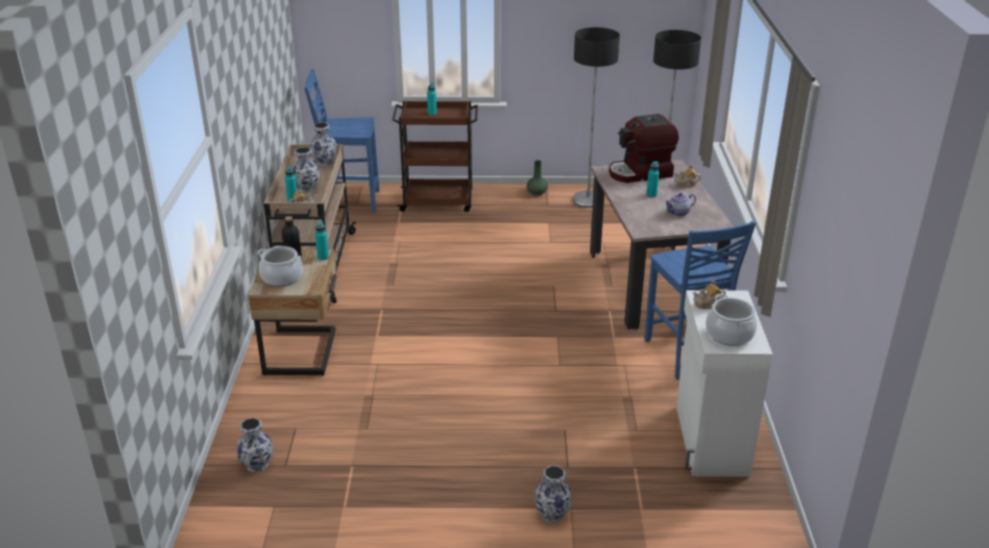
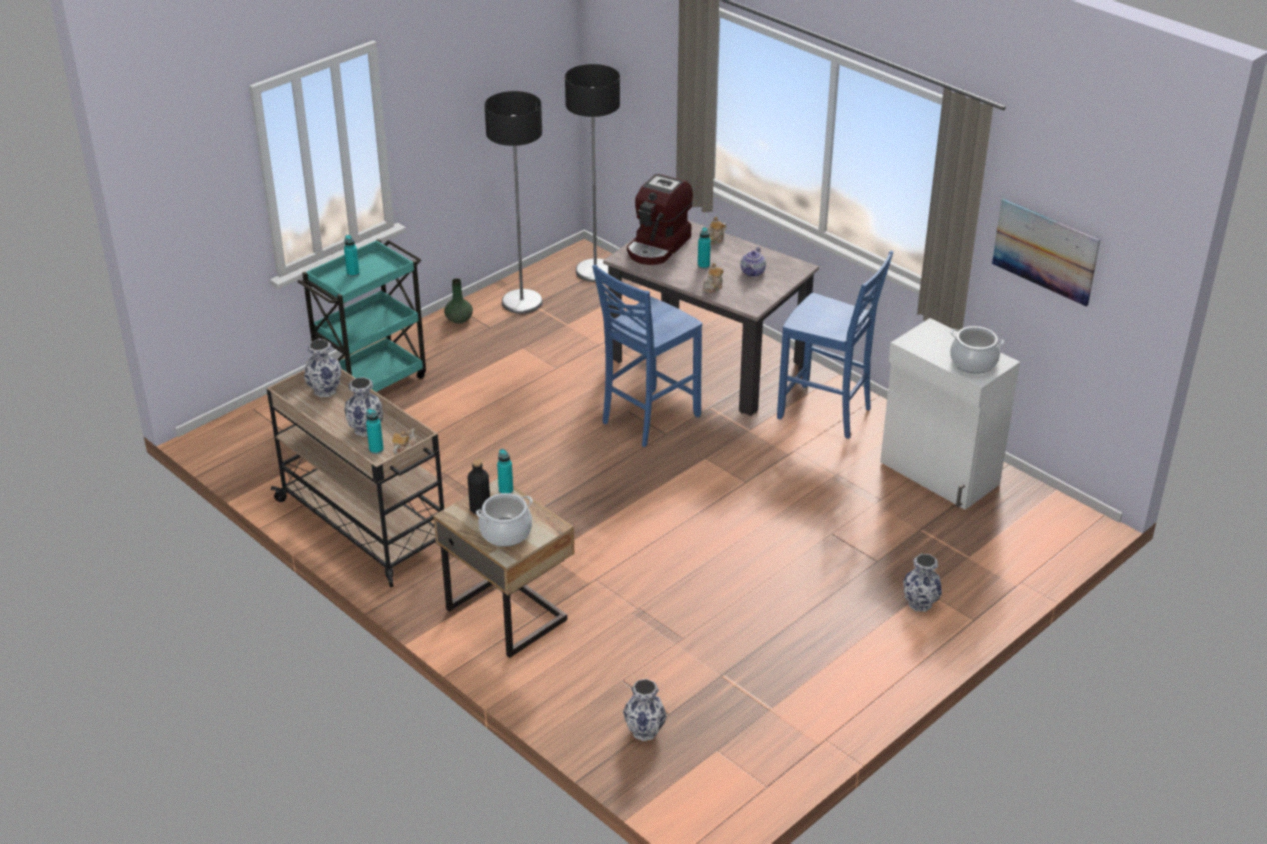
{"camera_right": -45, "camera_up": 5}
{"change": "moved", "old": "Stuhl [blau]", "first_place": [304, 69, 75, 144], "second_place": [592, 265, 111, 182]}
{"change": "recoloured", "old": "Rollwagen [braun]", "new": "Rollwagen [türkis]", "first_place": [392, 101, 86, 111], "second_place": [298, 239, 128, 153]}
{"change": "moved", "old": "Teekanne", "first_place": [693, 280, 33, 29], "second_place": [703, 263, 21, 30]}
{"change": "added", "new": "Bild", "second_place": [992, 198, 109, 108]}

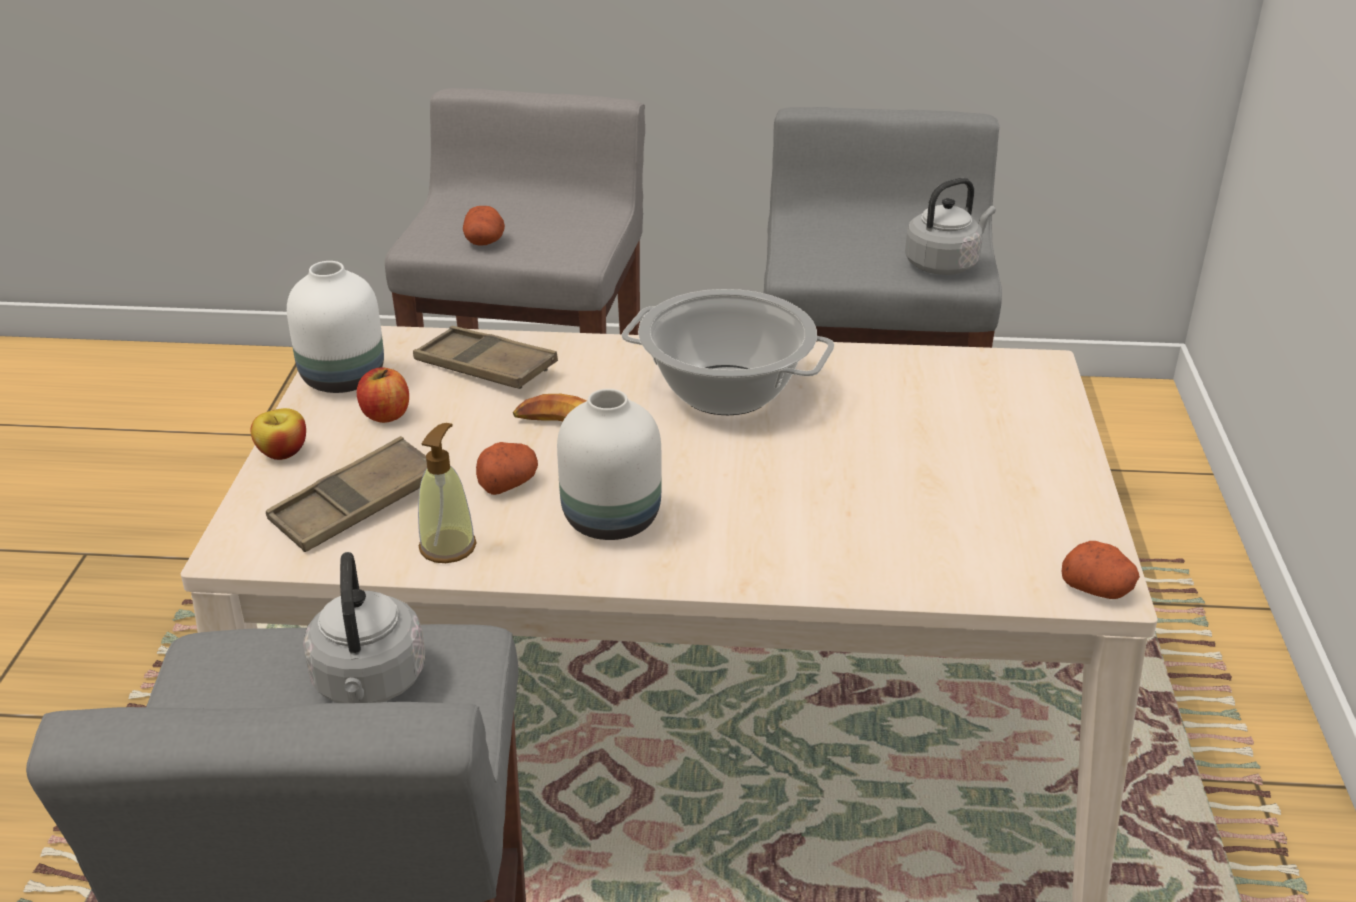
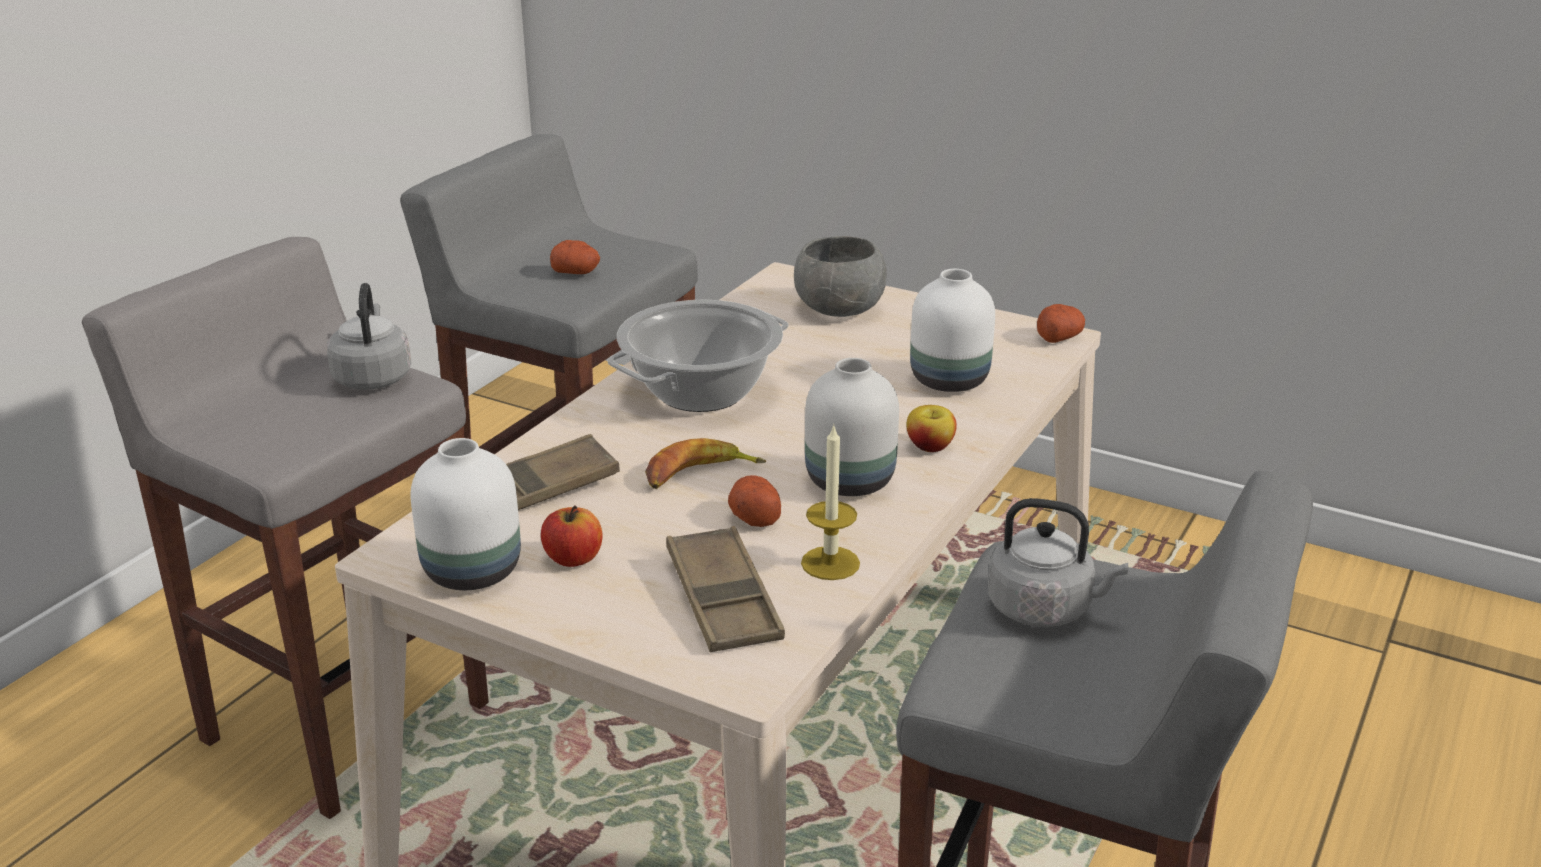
{"camera_right": -65, "camera_up": -5}
{"change": "moved", "old": "Wasserkessel [grau]", "first_place": [905, 178, 91, 97], "second_place": [326, 283, 86, 107]}
{"change": "moved", "old": "Kartoffel", "first_place": [463, 206, 42, 40], "second_place": [550, 240, 50, 34]}
{"change": "moved", "old": "Apfel", "first_place": [251, 408, 55, 52], "second_place": [906, 405, 51, 47]}
{"change": "replaced", "old": "Seifenspender", "new": "Kerze", "first_place": [418, 423, 59, 140], "second_place": [801, 424, 59, 156]}
{"change": "added", "new": "Schüssel [grau]", "second_place": [794, 236, 93, 81]}
{"change": "added", "new": "Vase [weiß]", "second_place": [910, 269, 85, 123]}

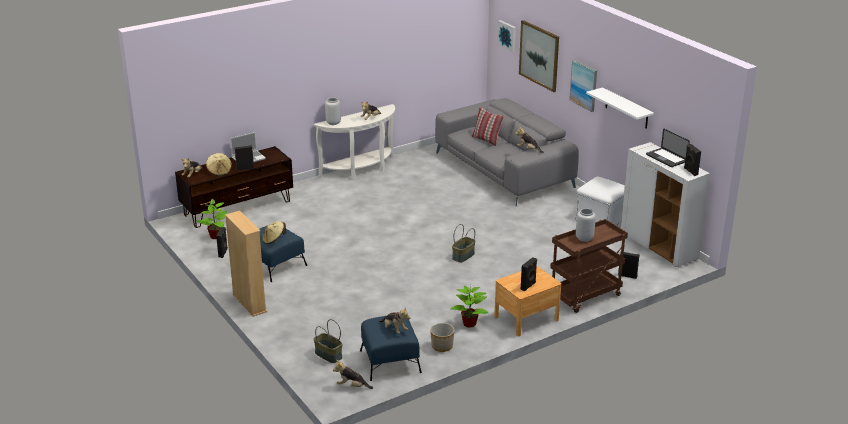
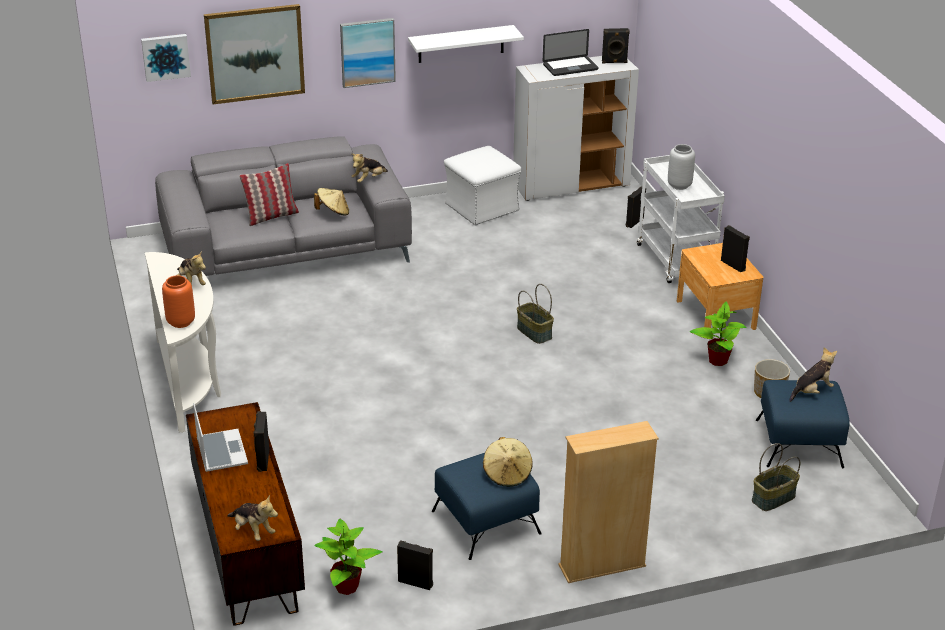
{"camera_right": -75, "camera_up": 5}
{"change": "recoloured", "old": "Vase [grau]", "new": "Vase [orange]", "first_place": [325, 97, 16, 28], "second_place": [162, 275, 33, 53]}
{"change": "moved", "old": "Hut [beige]", "first_place": [206, 153, 26, 23], "second_place": [314, 188, 35, 28]}
{"change": "recoloured", "old": "Rollwagen [braun]", "new": "Rollwagen [weiß]", "first_place": [550, 219, 78, 94], "second_place": [637, 155, 88, 128]}
{"change": "removed", "old": "Plüschtier", "first_place": [333, 360, 40, 29]}

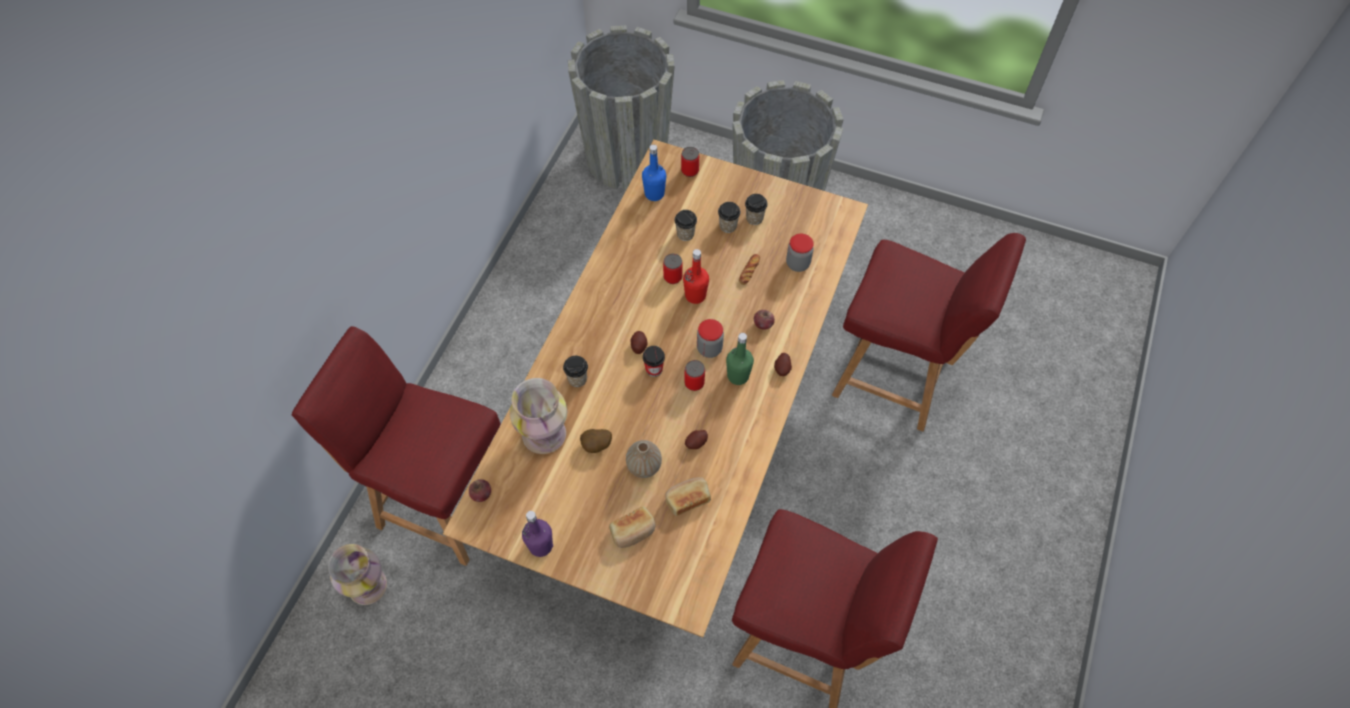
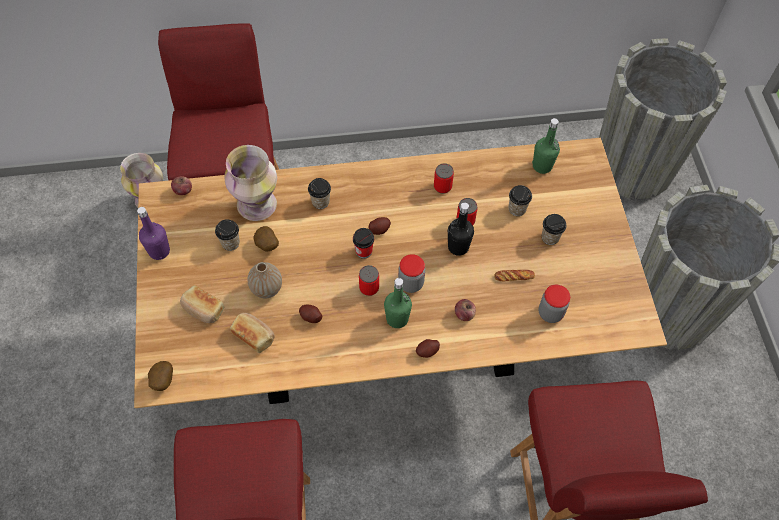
{"camera_right": 60, "camera_up": 0}
{"change": "recoloured", "old": "Flasche [blau]", "new": "Flasche [grün]", "first_place": [642, 144, 24, 57], "second_place": [532, 118, 28, 56]}
{"change": "moved", "old": "Dose", "first_place": [681, 147, 18, 30], "second_place": [434, 163, 20, 31]}
{"change": "moved", "old": "Tasse", "first_place": [745, 194, 23, 31], "second_place": [215, 219, 25, 32]}
{"change": "recoloured", "old": "Flasche [rot]", "new": "Flasche [schwarz]", "first_place": [683, 249, 26, 55], "second_place": [448, 202, 26, 54]}
{"change": "added", "new": "Kartoffel", "second_place": [148, 361, 25, 30]}

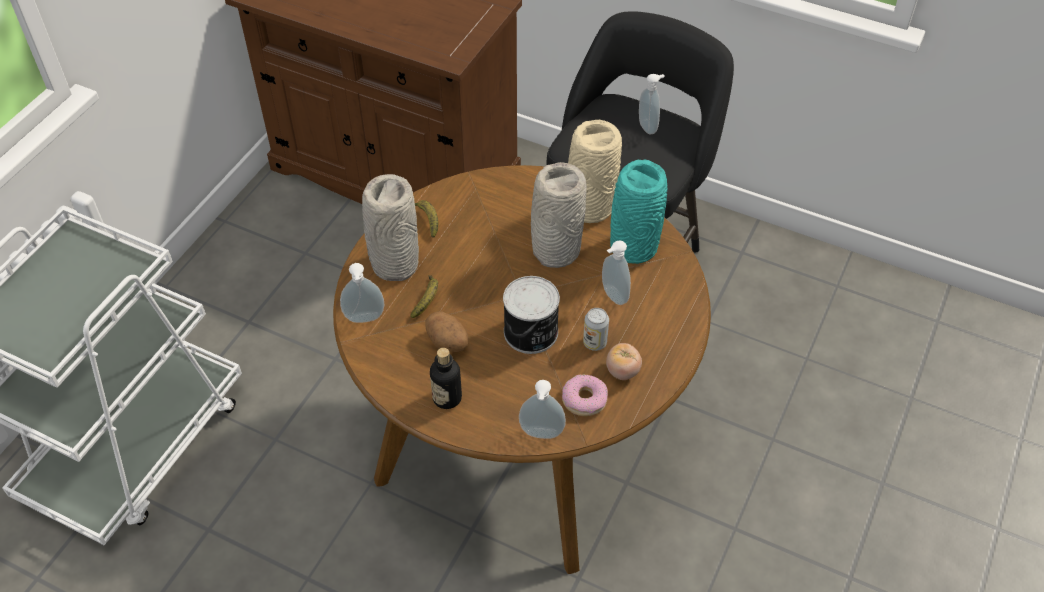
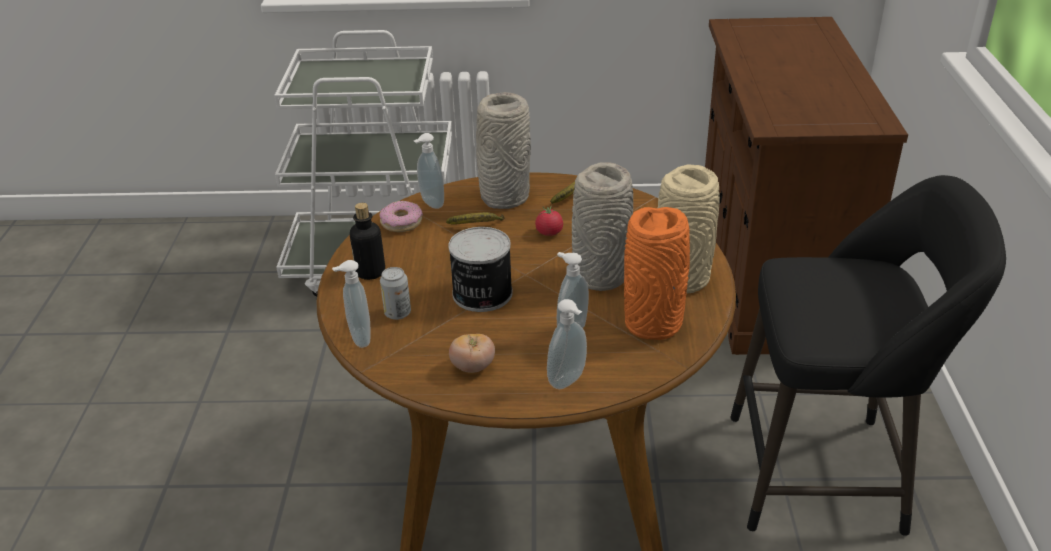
{"camera_right": 65, "camera_up": -15}
{"change": "moved", "old": "Seifenspender", "first_place": [639, 74, 26, 61], "second_place": [547, 299, 40, 90]}
{"change": "recoloured", "old": "Vase [türkis]", "new": "Vase [orange]", "first_place": [610, 159, 58, 105], "second_place": [624, 207, 66, 133]}
{"change": "moved", "old": "Dose", "first_place": [583, 308, 26, 43], "second_place": [380, 267, 31, 53]}
{"change": "removed", "old": "Kartoffel", "first_place": [426, 312, 42, 40]}
{"change": "moved", "old": "Donut", "first_place": [562, 374, 46, 42], "second_place": [380, 201, 43, 31]}
{"change": "added", "new": "Tomate", "second_place": [535, 205, 28, 31]}

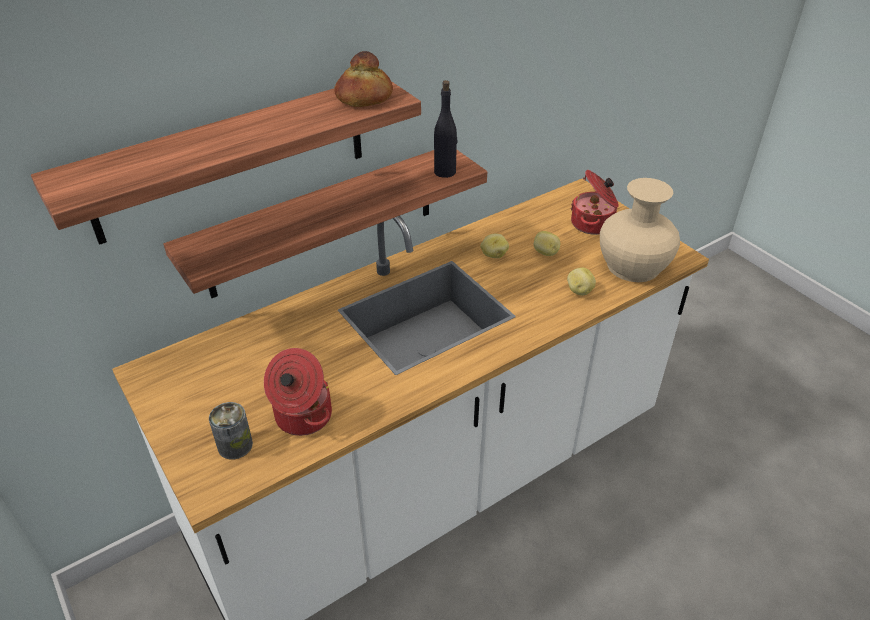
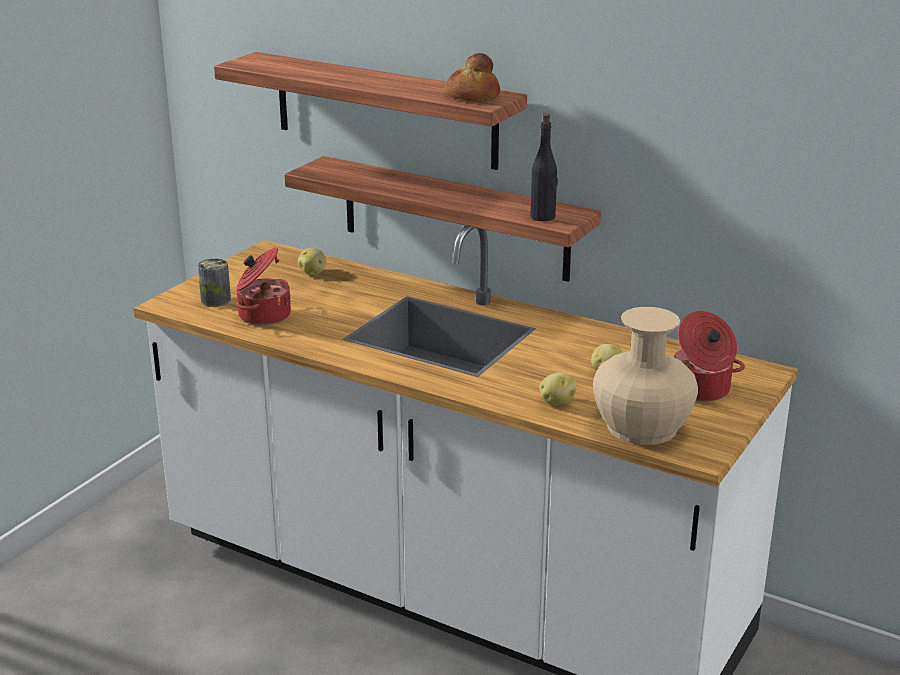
{"camera_right": 65, "camera_up": -15}
{"change": "moved", "old": "Kartoffel", "first_place": [480, 233, 29, 25], "second_place": [298, 248, 28, 27]}

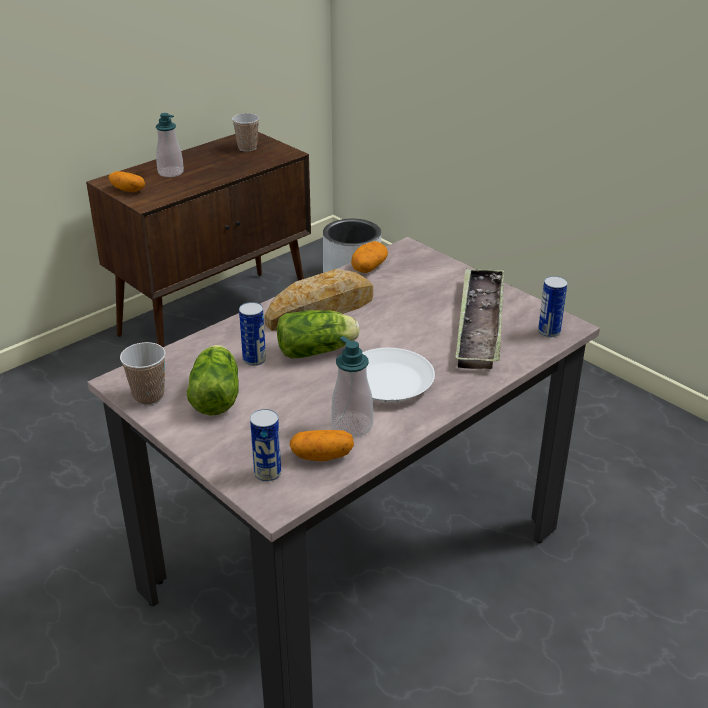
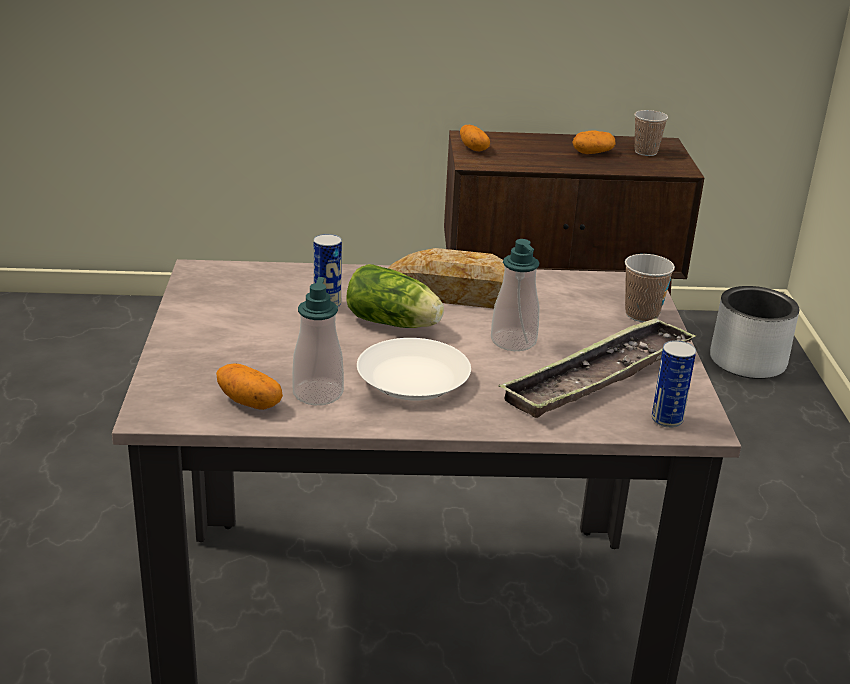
{"camera_right": 40, "camera_up": -5}
{"change": "moved", "old": "Seifenspender", "first_place": [156, 113, 28, 64], "second_place": [491, 239, 49, 112]}
{"change": "moved", "old": "Kartoffel", "first_place": [351, 241, 37, 32], "second_place": [572, 130, 44, 24]}
{"change": "moved", "old": "Tasse", "first_place": [120, 342, 46, 63], "second_place": [625, 254, 50, 68]}
{"change": "removed", "old": "Salatkopf", "first_place": [187, 345, 52, 71]}
{"change": "removed", "old": "Dose", "first_place": [250, 409, 31, 73]}

